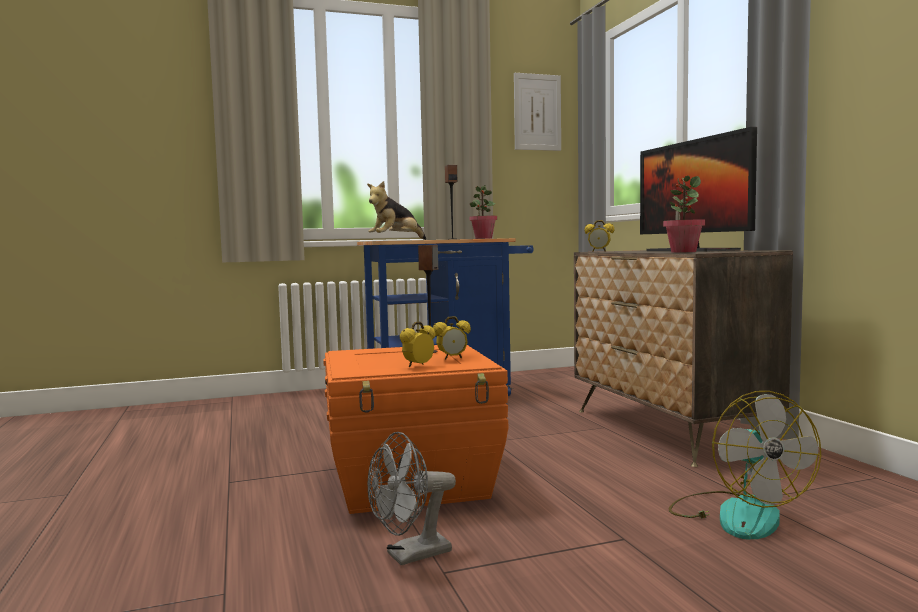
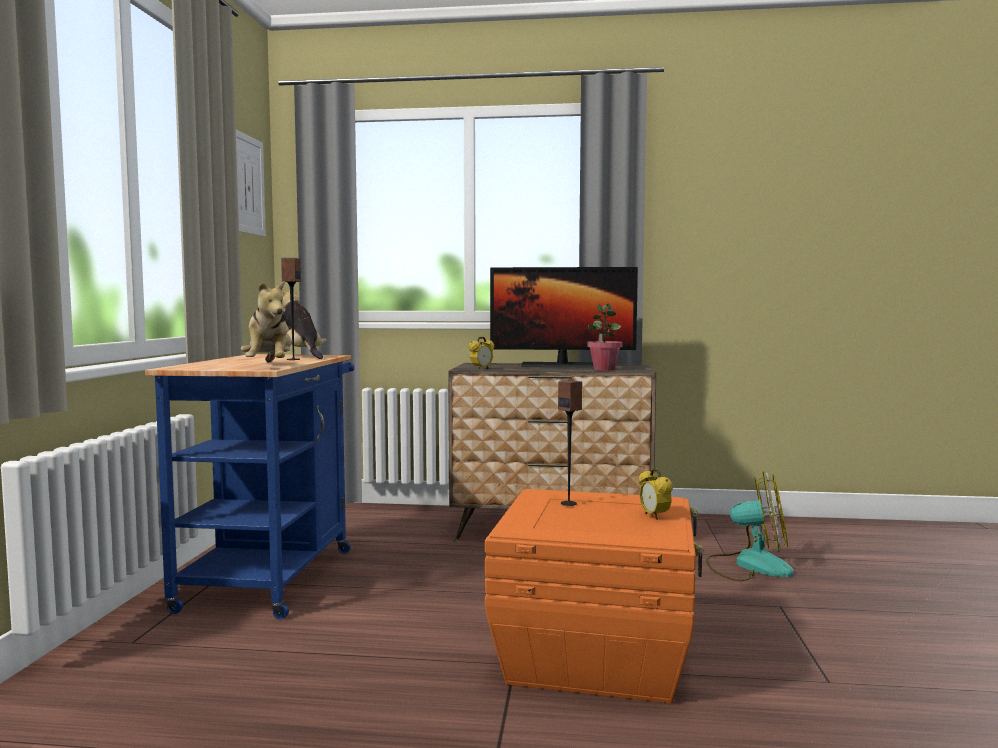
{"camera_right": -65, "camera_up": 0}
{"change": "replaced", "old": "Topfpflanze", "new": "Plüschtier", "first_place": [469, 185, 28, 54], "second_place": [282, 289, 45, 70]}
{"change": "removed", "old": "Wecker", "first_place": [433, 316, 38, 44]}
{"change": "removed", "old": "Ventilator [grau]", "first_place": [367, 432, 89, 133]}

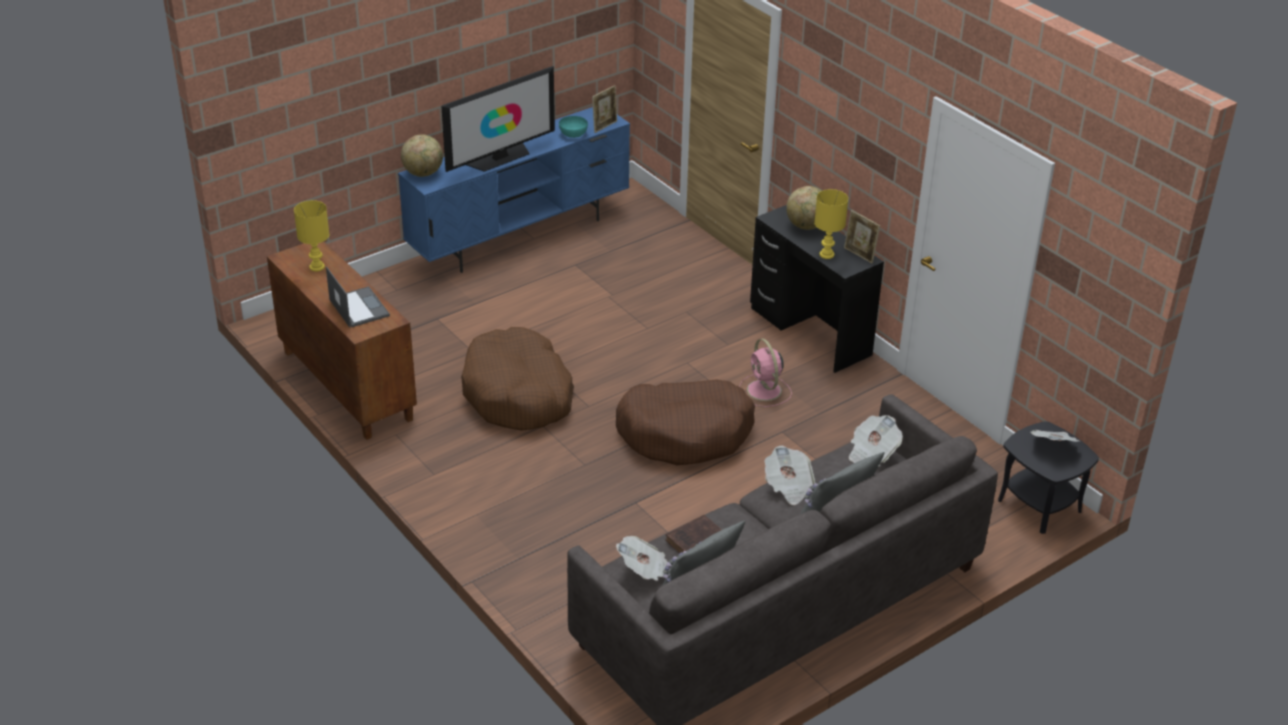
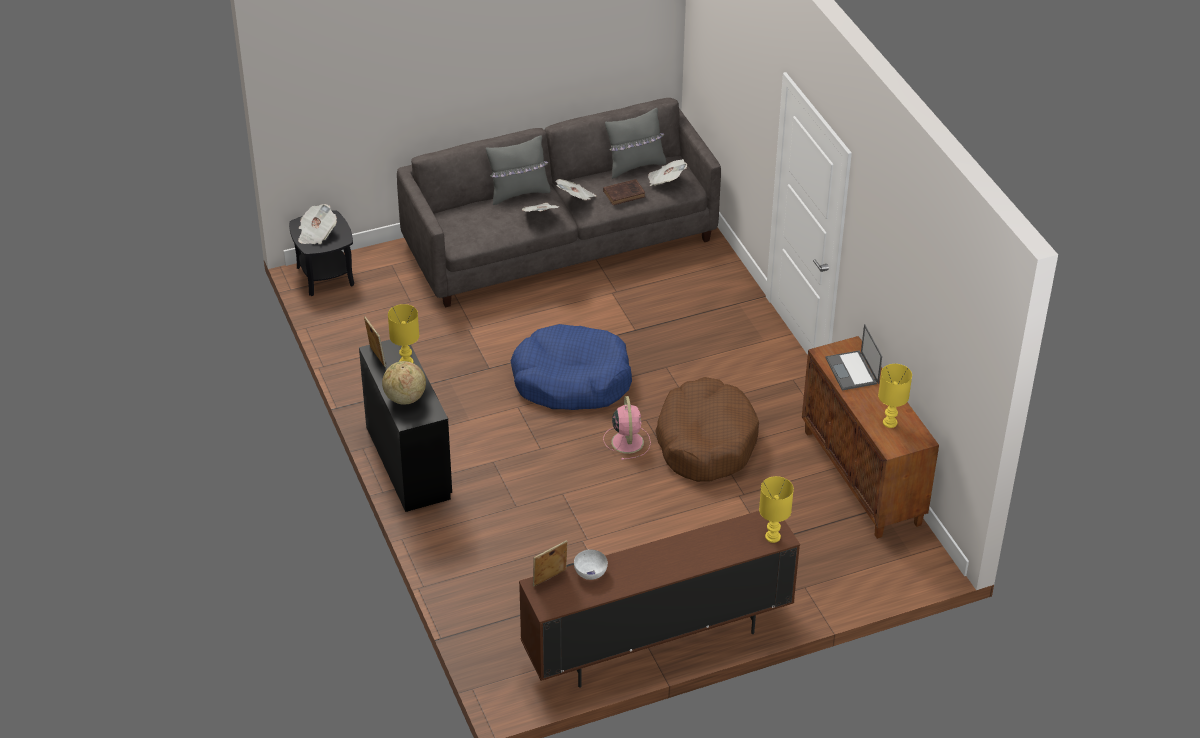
{"camera_right": -165, "camera_up": 5}
{"change": "removed", "old": "Fernseher", "first_place": [441, 66, 114, 106]}
{"change": "recoloured", "old": "Fernsehschrank [blau]", "new": "Fernsehschrank [braun]", "first_place": [398, 107, 232, 166], "second_place": [519, 511, 281, 177]}
{"change": "recoloured", "old": "Schüssel [türkis]", "new": "Schüssel [weiß]", "first_place": [559, 116, 29, 22], "second_place": [574, 550, 34, 30]}
{"change": "replaced", "old": "Globus", "new": "Tischlampe [gelb]", "first_place": [401, 134, 42, 43], "second_place": [759, 476, 35, 67]}
{"change": "moved", "old": "Ventilator [rosa]", "first_place": [739, 339, 53, 68], "second_place": [603, 396, 48, 64]}
{"change": "recoloured", "old": "Hundebett [braun]", "new": "Hundebett [blau]", "first_place": [616, 379, 139, 86], "second_place": [511, 324, 121, 86]}
{"change": "moved", "old": "Zeitung", "first_place": [848, 415, 55, 52], "second_place": [556, 179, 40, 21]}

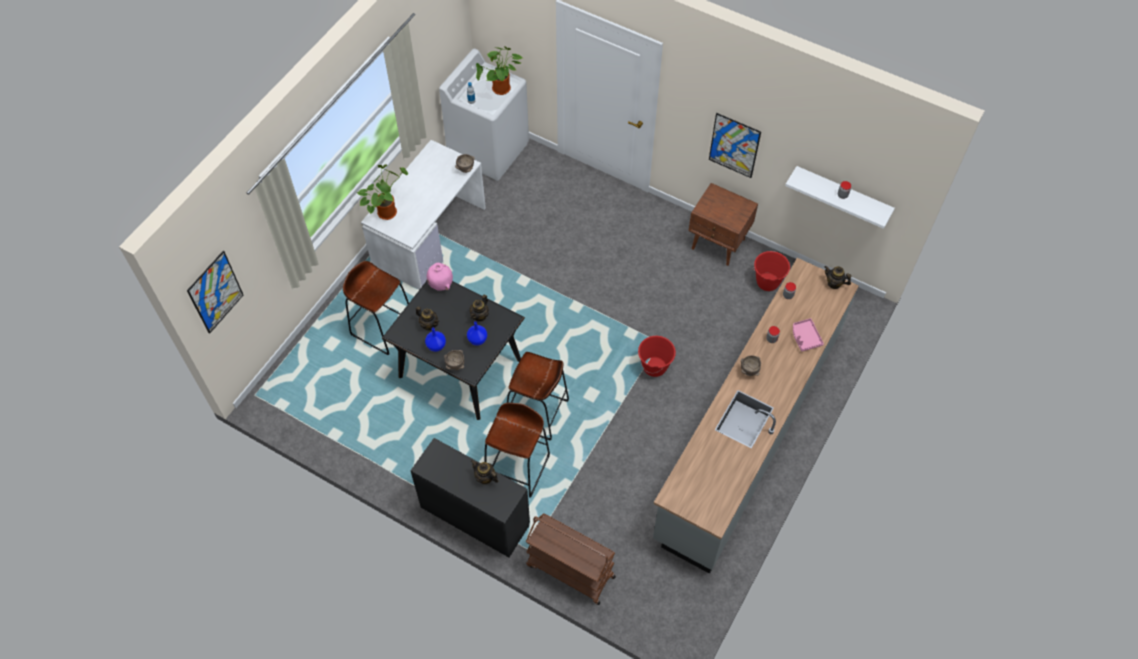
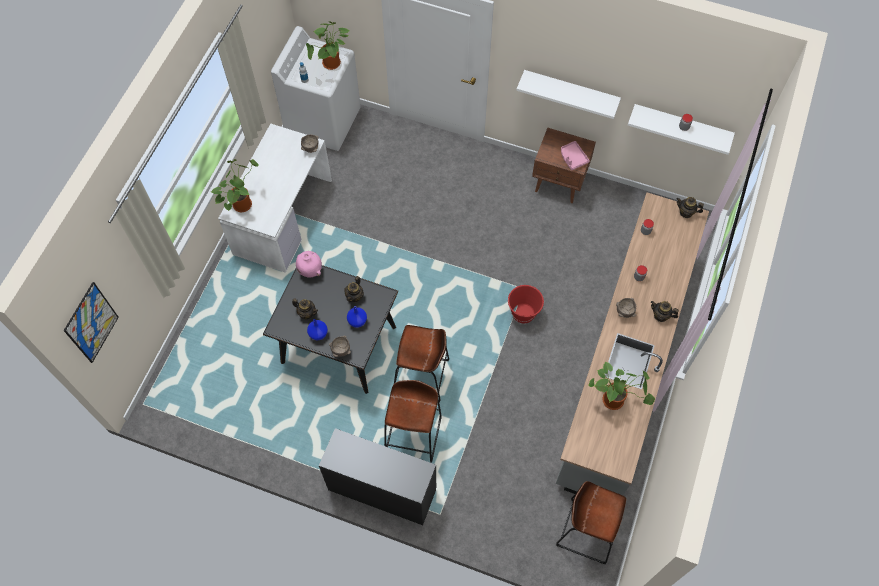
{"camera_right": -10, "camera_up": 5}
{"change": "replaced", "old": "Bild", "new": "Wandregal [weiß]", "first_place": [709, 113, 52, 65], "second_place": [516, 70, 105, 49]}
{"change": "removed", "old": "Eimer [rot]", "first_place": [753, 251, 37, 40]}
{"change": "moved", "old": "Hocker [braun]", "first_place": [343, 261, 66, 94], "second_place": [556, 481, 70, 83]}
{"change": "moved", "old": "Tablett [rosa]", "first_place": [793, 318, 31, 34], "second_place": [561, 141, 29, 29]}
{"change": "moved", "old": "Teekanne", "first_place": [471, 460, 27, 25], "second_place": [651, 301, 28, 21]}
{"change": "removed", "old": "Rollwagen [braun]", "first_place": [526, 513, 90, 92]}
{"change": "added", "new": "Topfpflanze", "second_place": [589, 361, 66, 49]}

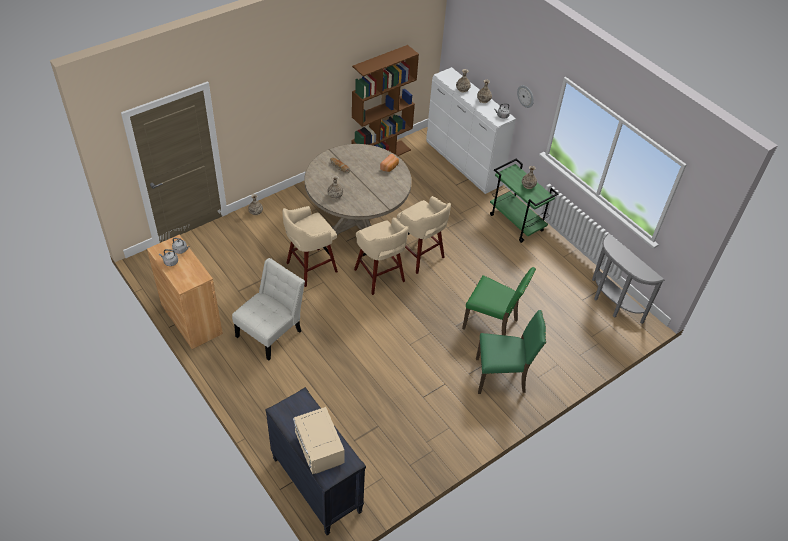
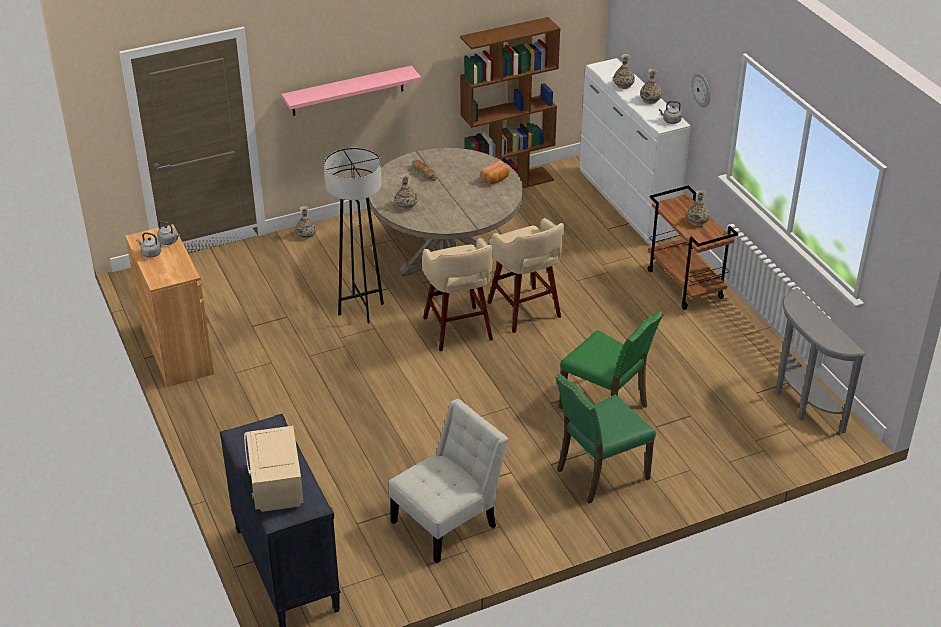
{"camera_right": 15, "camera_up": -10}
{"change": "recoloured", "old": "Rollwagen [grün]", "new": "Rollwagen [braun]", "first_place": [490, 159, 68, 84], "second_place": [647, 185, 91, 125]}
{"change": "replaced", "old": "Hocker [beige]", "new": "Stehlampe [grau]", "first_place": [282, 206, 56, 81], "second_place": [324, 148, 60, 176]}
{"change": "moved", "old": "Stuhl [weiß]", "first_place": [232, 258, 73, 103], "second_place": [389, 399, 119, 164]}
{"change": "turned", "old": "Stuhl [grün]", "first_place": [476, 310, 70, 84], "second_place": [555, 374, 101, 129], "degrees": 135}
{"change": "added", "new": "Wandregal [rosa]", "second_place": [281, 66, 140, 50]}

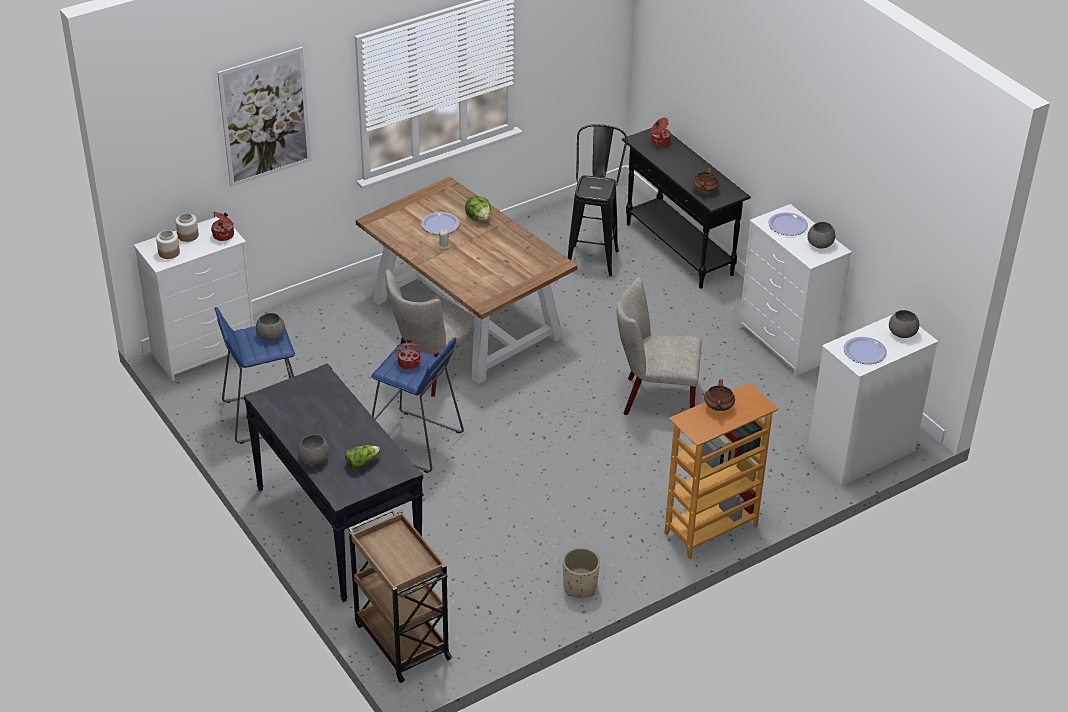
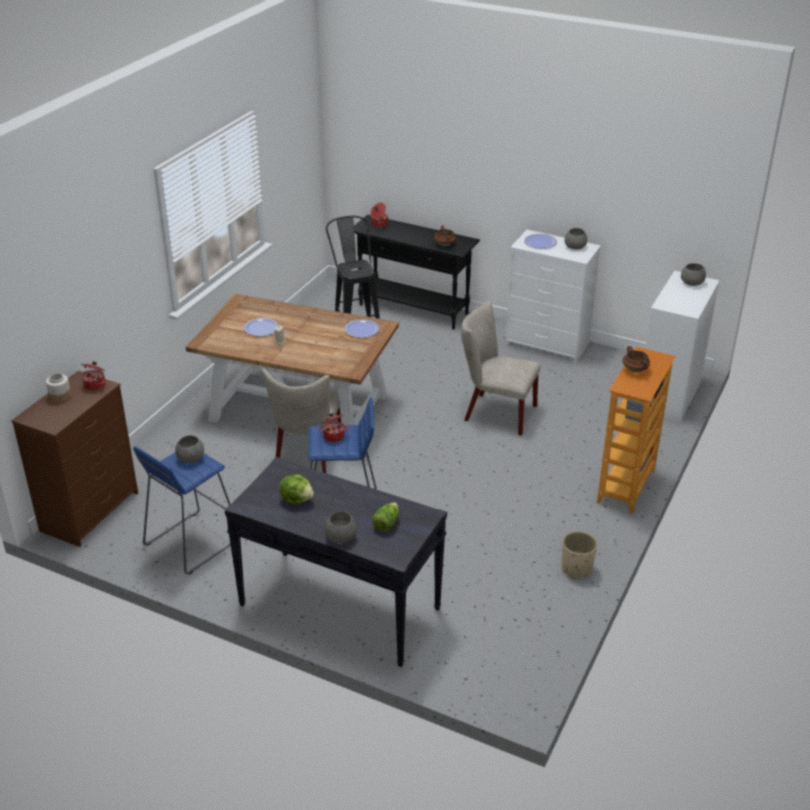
{"camera_right": -30, "camera_up": -5}
{"change": "removed", "old": "Bild", "first_place": [217, 47, 94, 140]}
{"change": "moved", "old": "Salatkopf", "first_place": [465, 196, 26, 25], "second_place": [279, 474, 35, 30]}
{"change": "recoloured", "old": "Kommode [weiß]", "new": "Kommode [braun]", "first_place": [134, 217, 120, 164], "second_place": [11, 371, 127, 176]}
{"change": "removed", "old": "Vorratsglas", "first_place": [156, 230, 24, 29]}
{"change": "turned", "old": "Stuhl [beige]", "first_place": [617, 277, 85, 138], "second_place": [461, 301, 80, 135], "degrees": 45}
{"change": "moved", "old": "Teller", "first_place": [844, 337, 43, 27], "second_place": [345, 319, 35, 19]}
{"change": "removed", "old": "Rollwagen [braun]", "first_place": [349, 509, 104, 174]}

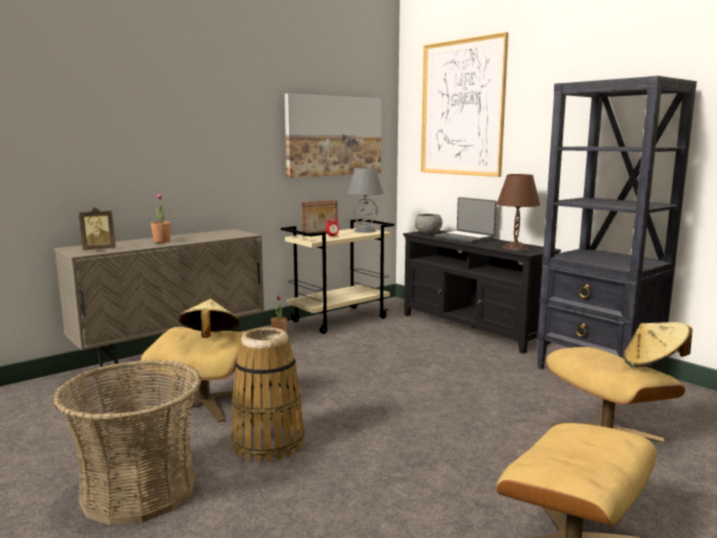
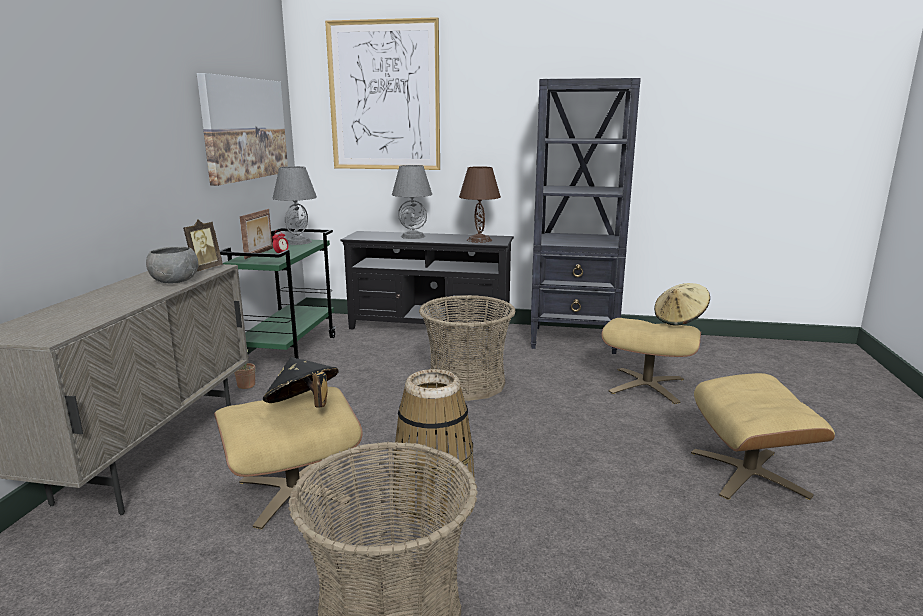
{"camera_right": -40, "camera_up": 5}
{"change": "removed", "old": "Topfpflanze", "first_place": [151, 194, 20, 49]}
{"change": "replaced", "old": "Laptop", "new": "Tischlampe [grau]", "first_place": [435, 197, 62, 46], "second_place": [392, 165, 40, 74]}
{"change": "moved", "old": "Bilderrahmen", "first_place": [79, 207, 37, 43], "second_place": [183, 220, 40, 52]}
{"change": "moved", "old": "Schüssel [grau]", "first_place": [415, 214, 27, 20], "second_place": [146, 247, 52, 36]}
{"change": "recoloured", "old": "Rollwagen [beige]", "new": "Rollwagen [grün]", "first_place": [281, 219, 114, 115], "second_place": [220, 228, 115, 131]}
{"change": "recoloured", "old": "Hut [beige]", "new": "Hut [schwarz]", "first_place": [178, 299, 62, 39], "second_place": [263, 357, 76, 51]}
{"change": "added", "new": "Korb", "second_place": [419, 295, 96, 106]}

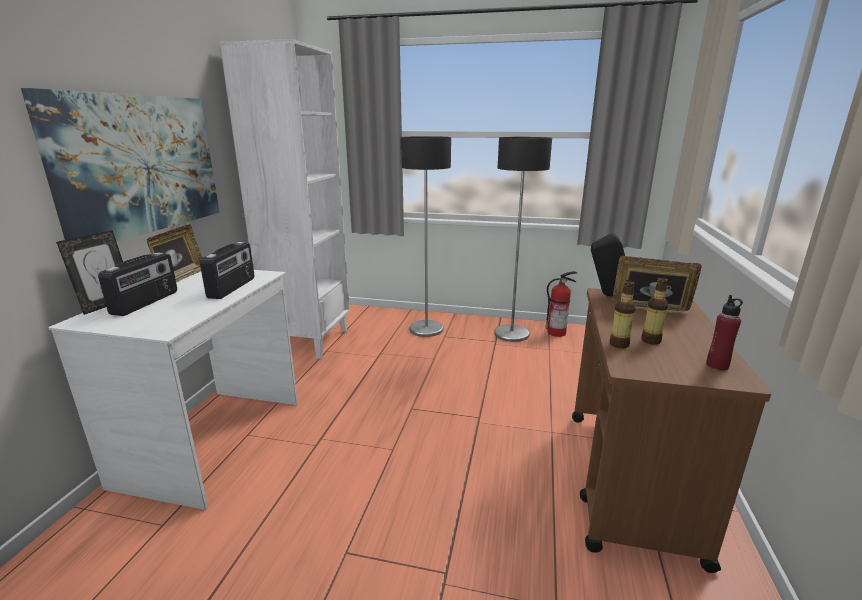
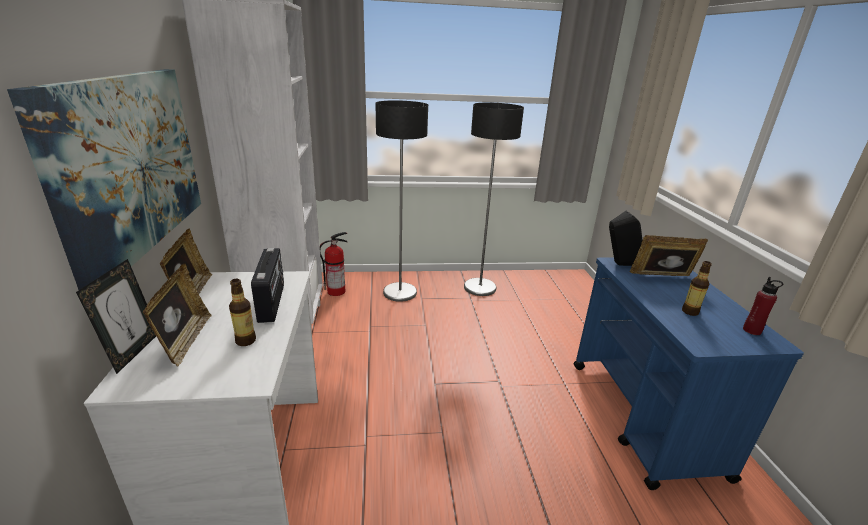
{"camera_right": -20, "camera_up": 5}
{"change": "replaced", "old": "Radio", "new": "Bilderrahmen", "first_place": [98, 252, 79, 64], "second_place": [143, 263, 69, 104]}
{"change": "moved", "old": "Feuerlöscher", "first_place": [545, 271, 32, 66], "second_place": [320, 232, 27, 64]}
{"change": "moved", "old": "Flasche", "first_place": [610, 280, 26, 69], "second_place": [229, 279, 27, 67]}
{"change": "recoloured", "old": "Rollwagen [braun]", "new": "Rollwagen [blau]", "first_place": [572, 288, 199, 285], "second_place": [574, 257, 230, 233]}

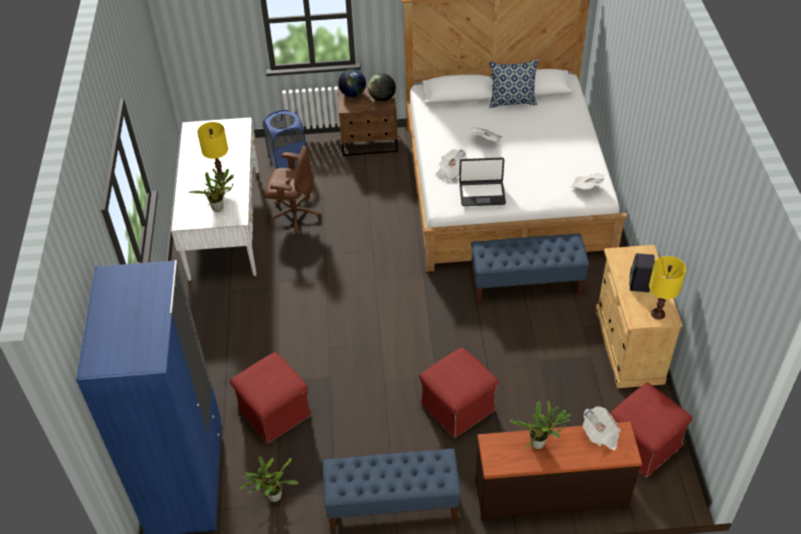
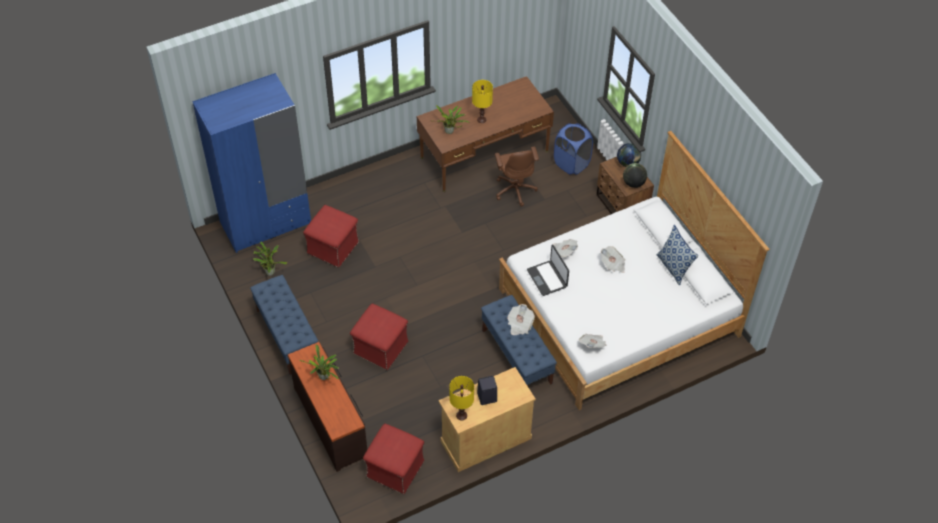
{"camera_right": 65, "camera_up": 5}
{"change": "recoloured", "old": "Schreibtisch [weiß]", "new": "Schreibtisch [braun]", "first_place": [171, 117, 88, 166], "second_place": [417, 76, 137, 116]}
{"change": "moved", "old": "Zeitung", "first_place": [583, 406, 38, 44], "second_place": [507, 304, 28, 31]}

